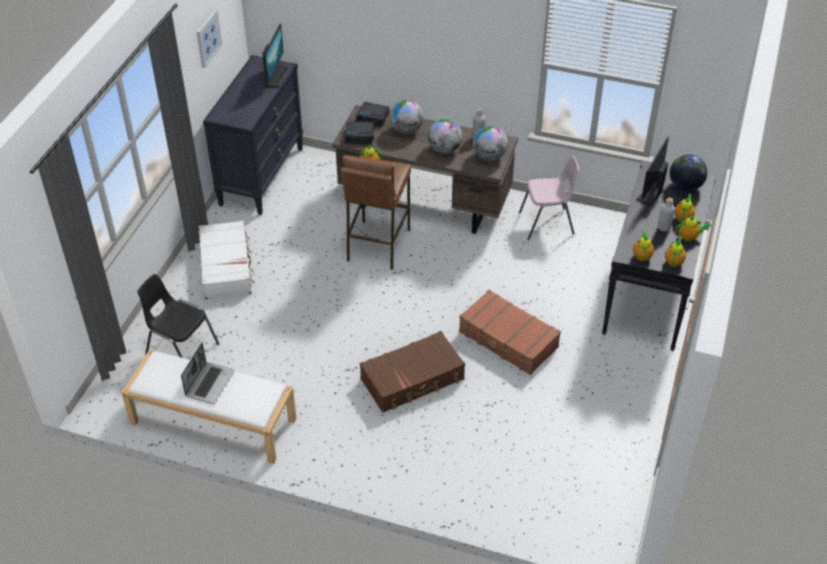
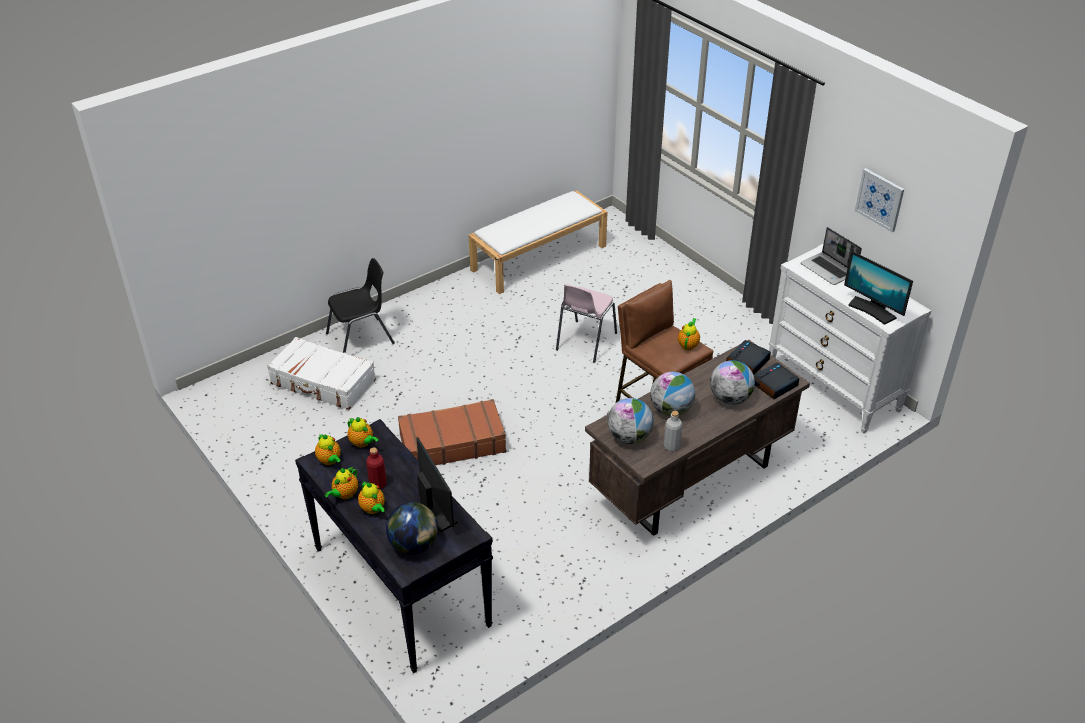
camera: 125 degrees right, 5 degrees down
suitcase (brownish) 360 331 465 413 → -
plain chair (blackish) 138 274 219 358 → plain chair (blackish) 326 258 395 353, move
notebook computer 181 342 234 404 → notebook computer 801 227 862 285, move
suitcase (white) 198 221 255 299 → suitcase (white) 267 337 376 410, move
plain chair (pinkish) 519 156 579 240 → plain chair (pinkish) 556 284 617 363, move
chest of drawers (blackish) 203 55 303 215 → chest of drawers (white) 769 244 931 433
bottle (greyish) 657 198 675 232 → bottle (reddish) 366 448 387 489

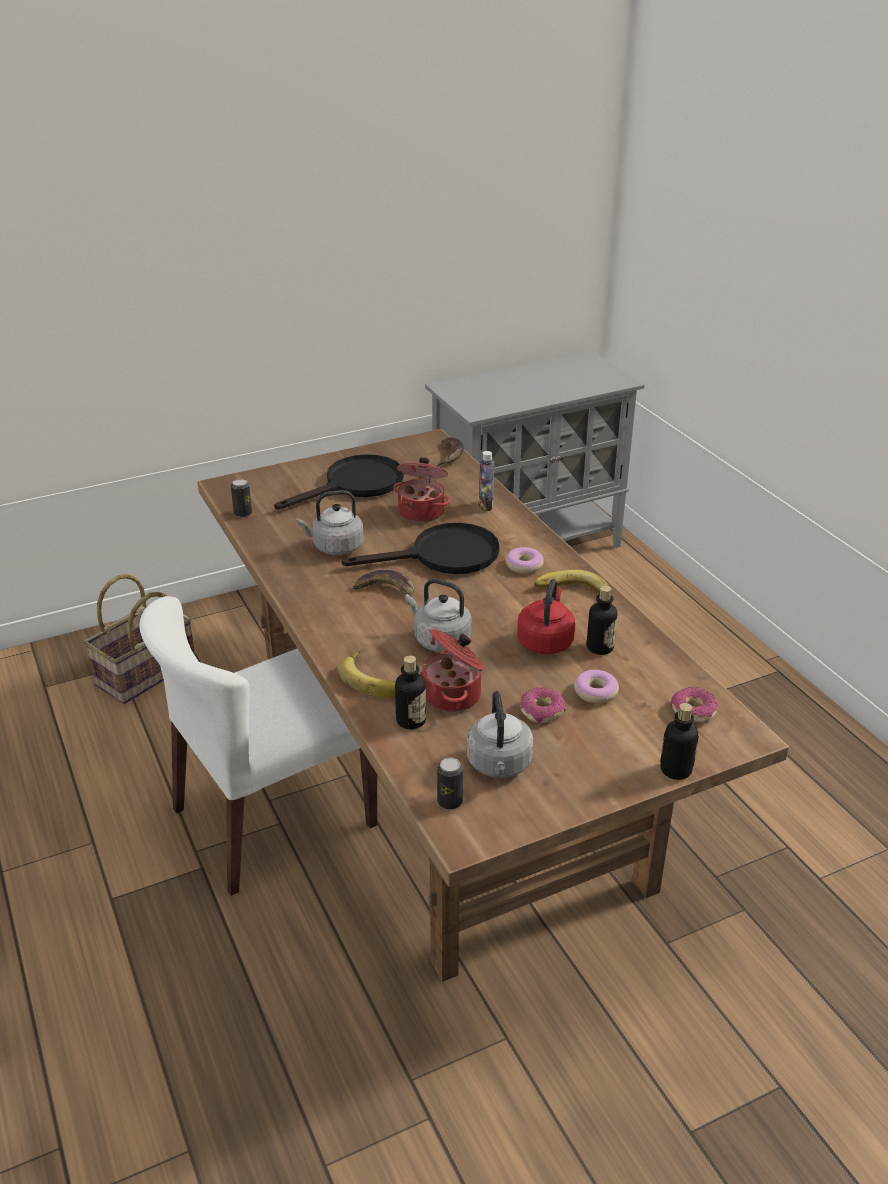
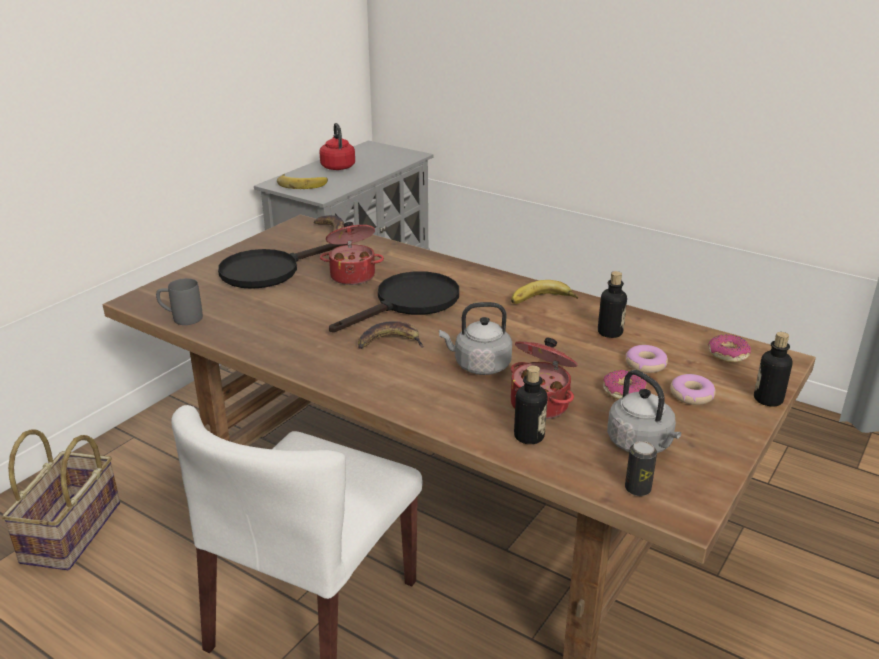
camera: 30 degrees left, 5 degrees down
kettle (greyish) 296 490 363 555 → -
bottle 479 451 494 511 → -
banana 338 649 395 697 → banana 277 174 328 189, move
ring doughnut 506 547 544 574 → ring doughnut 670 374 716 405, move
kettle (reddish) 517 579 575 654 → kettle (reddish) 320 123 355 170, move
metal can 231 479 252 517 → tea mug (greyish) 156 278 203 325
skillet (blackish) 274 454 404 510 → skillet (blackish) 218 244 347 289, 150 degrees counterclockwise

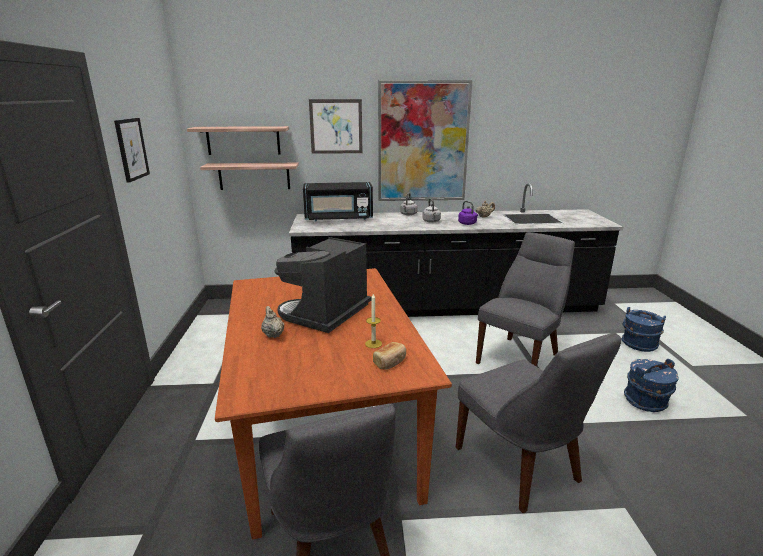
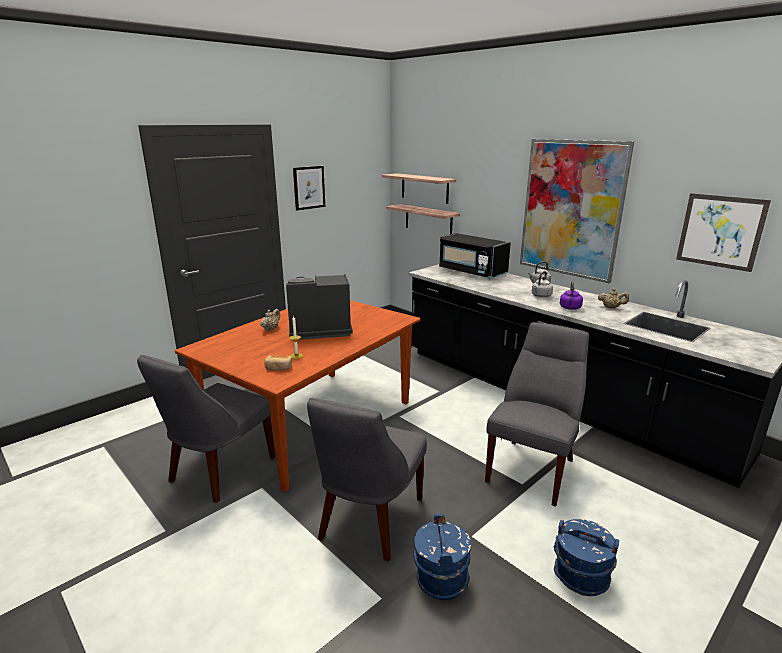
camera: 50 degrees right, 0 degrees up
picture 309 99 362 154 → picture 676 193 771 272, move
bucket (bluish) 621 307 666 352 → bucket (bluish) 413 514 471 600, move
plain chair (greyish) 476 233 575 367 → plain chair (greyish) 485 322 589 506, 60 degrees counterclockwise

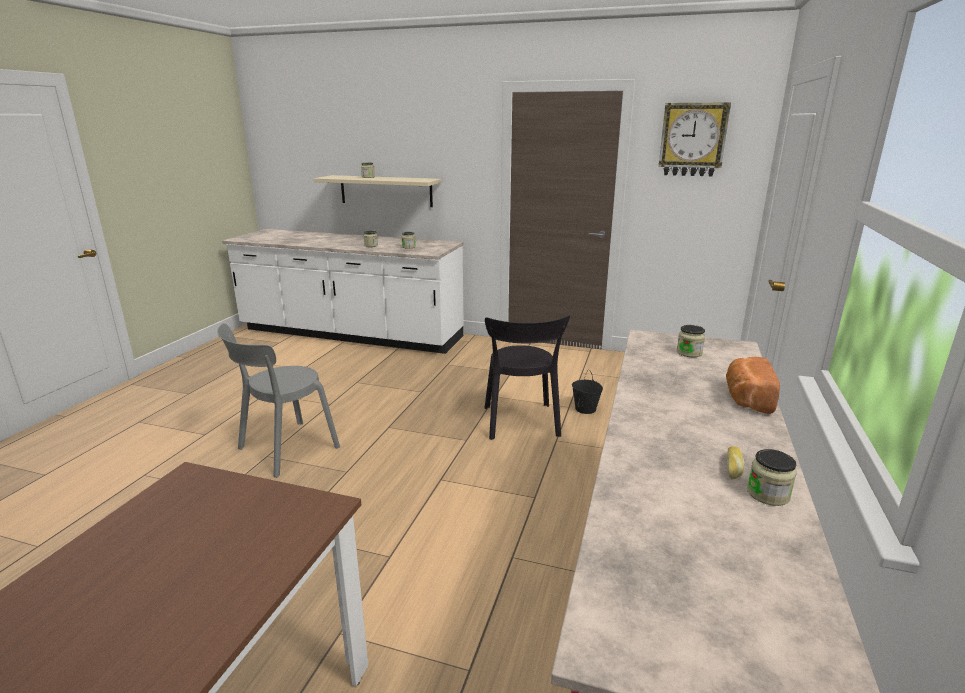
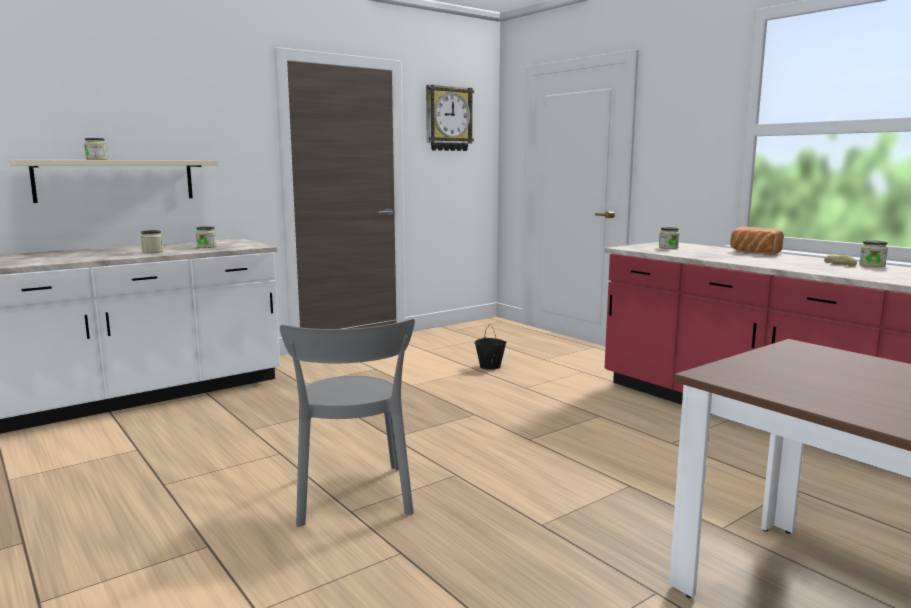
camera: 55 degrees left, 10 degrees down
plain chair (blackish) 485 315 570 440 → -

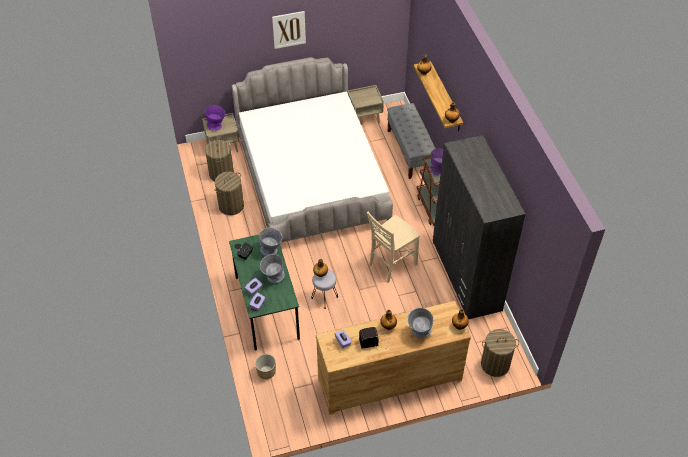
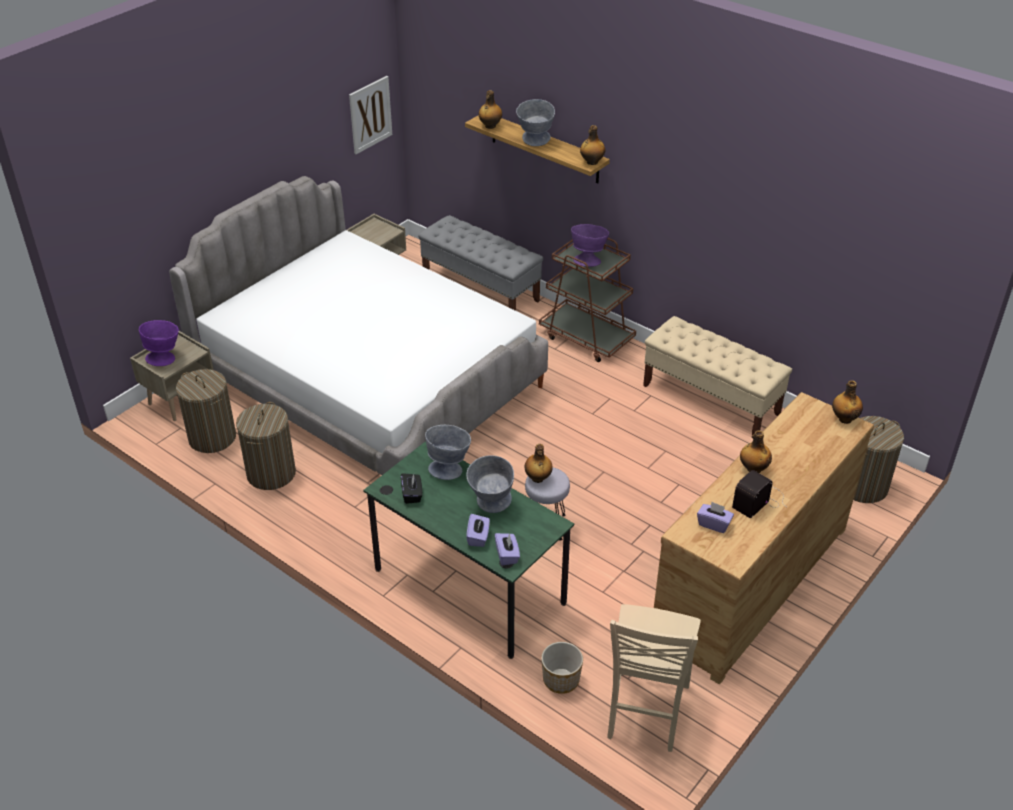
camera: 35 degrees left, 10 degrees down
picture 272 11 306 49 → picture 349 76 392 154, move
plain chair (sand-coloured) 367 212 420 283 → plain chair (sand-coloured) 607 604 701 752, move
deep dish (greyish) 408 308 433 338 → deep dish (greyish) 516 99 555 146, move
wardrobe (greyish) 433 135 525 319 → bench (sand-coloured) 643 316 792 436

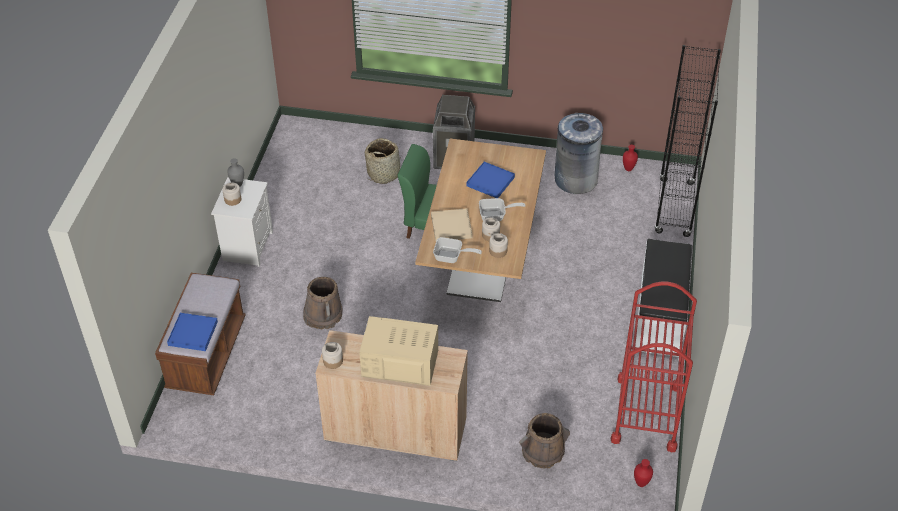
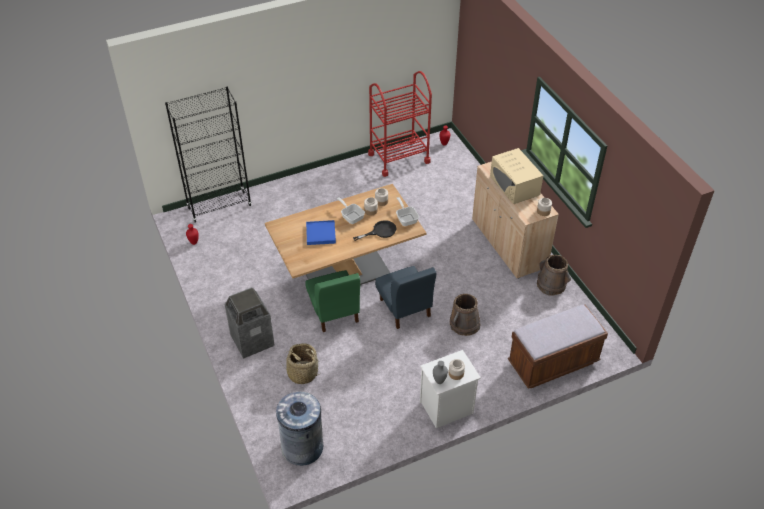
camera: 125 degrees left, 0 degrees up
serving tray (bluish) 167 313 218 351 → -
bench (white) 635 239 692 357 → -
- → plain chair (bluish) 375 266 437 329
bucket (brownish) 519 413 570 468 → bucket (brownish) 537 255 571 296, move
waste bin (greyish) 554 113 603 194 → waste bin (greyish) 276 392 323 466, move
serving tray (sand-coloured) 431 208 473 241 → skillet (blackish) 353 220 396 241

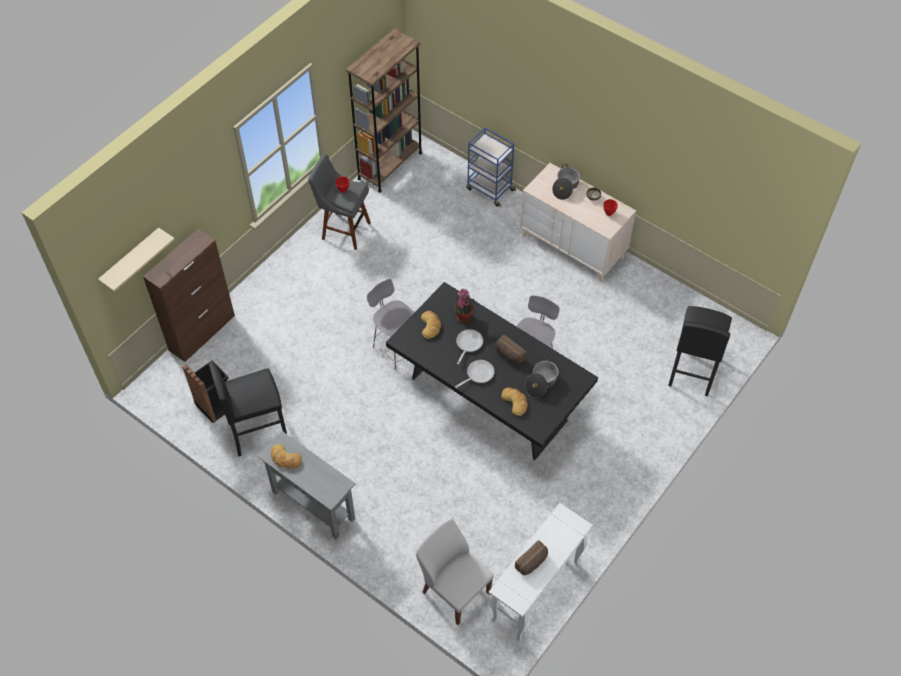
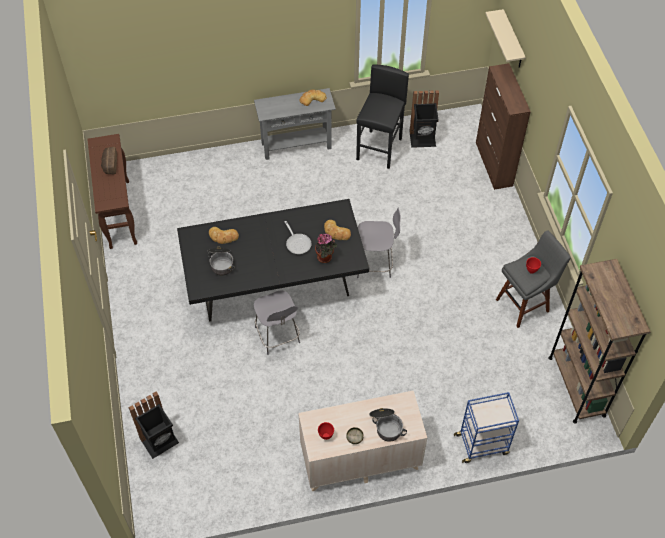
camera: 130 degrees right, 0 degrees up
plain chair (white) 416 519 494 625 → -
skillet 455 360 495 388 → -
bread 495 335 526 364 → -
stool (blackish) 668 306 732 396 → waste bin (blackish) 128 392 179 459
narrow table (white) 489 503 593 642 → narrow table (brownish) 87 134 137 249

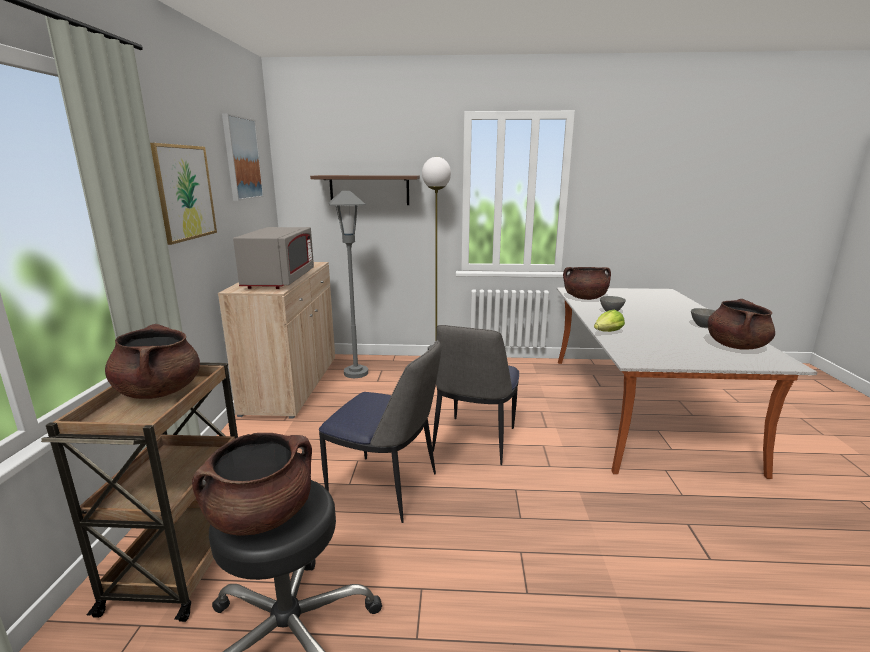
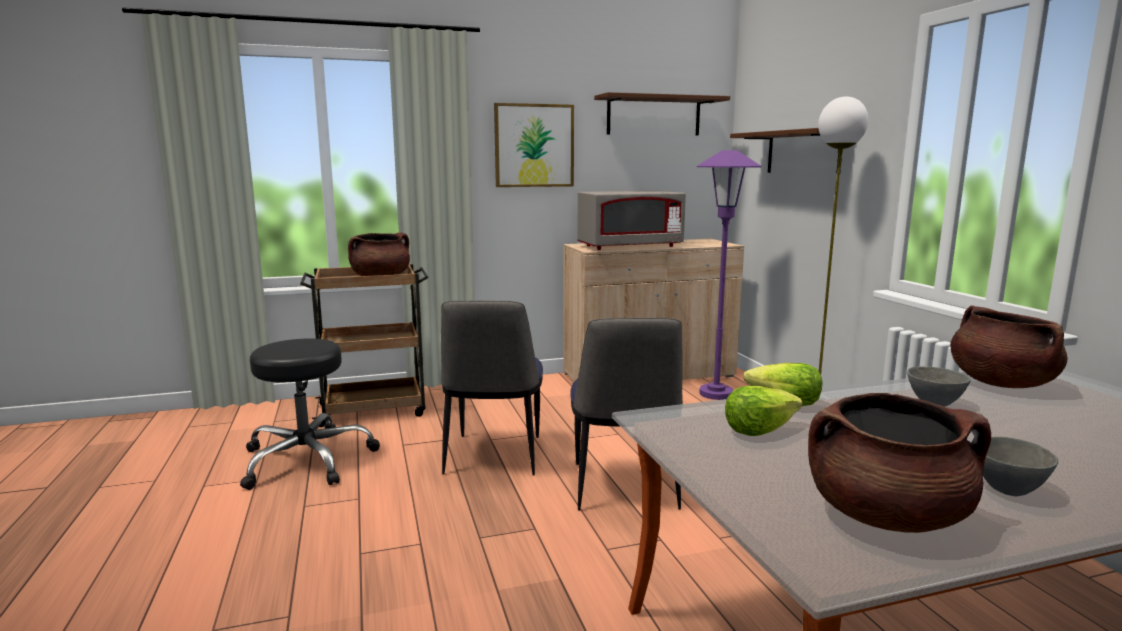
camera: 70 degrees right, 5 degrees down
saucepot (brownish) 192 433 312 536 → -
- → lettuce 725 386 803 436
picture 222 114 264 201 → shelf (brownish) 594 92 730 136
standing lamp (greyish) 329 191 368 378 → standing lamp (purplish) 697 150 761 400
plain chair 432 325 519 465 → plain chair 570 318 683 511, 90 degrees counterclockwise

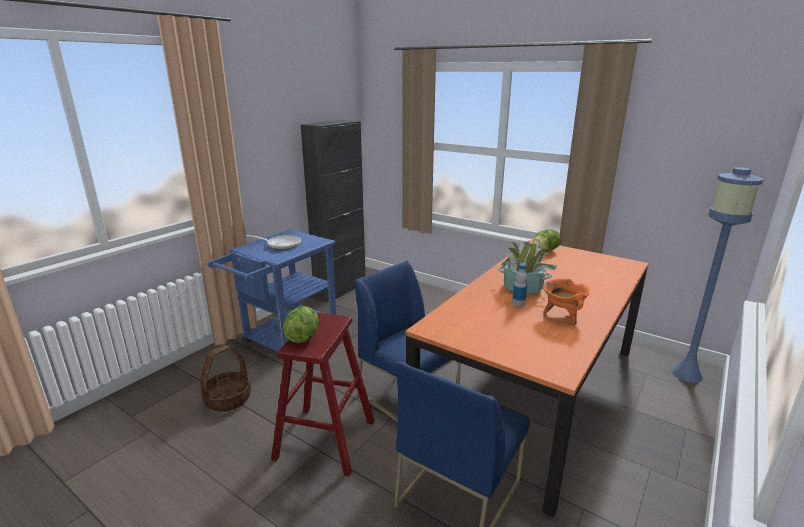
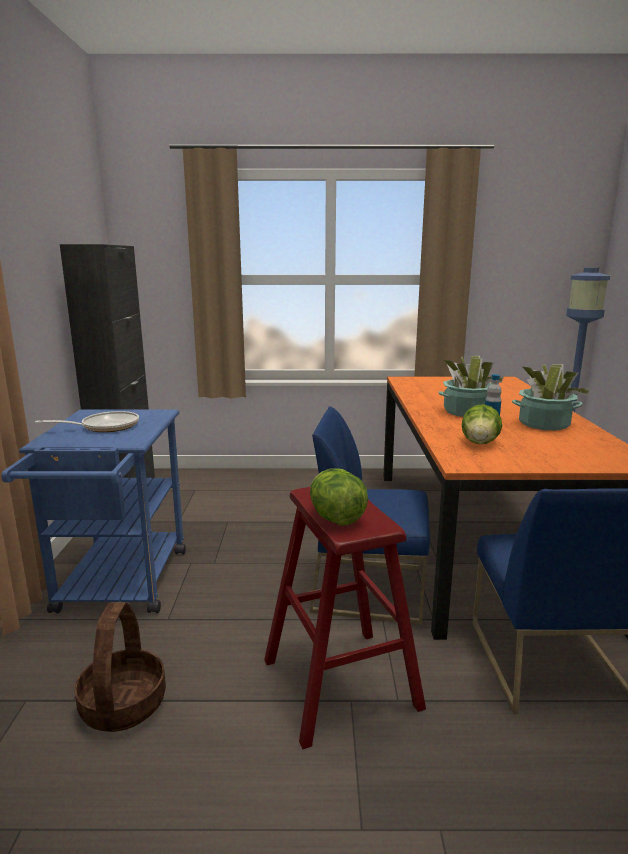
camera: 35 degrees left, 5 degrees down
lettuce 533 229 561 252 → lettuce 462 404 502 444, move
saucepot (orange) 542 279 589 325 → houseplant 512 364 591 431

